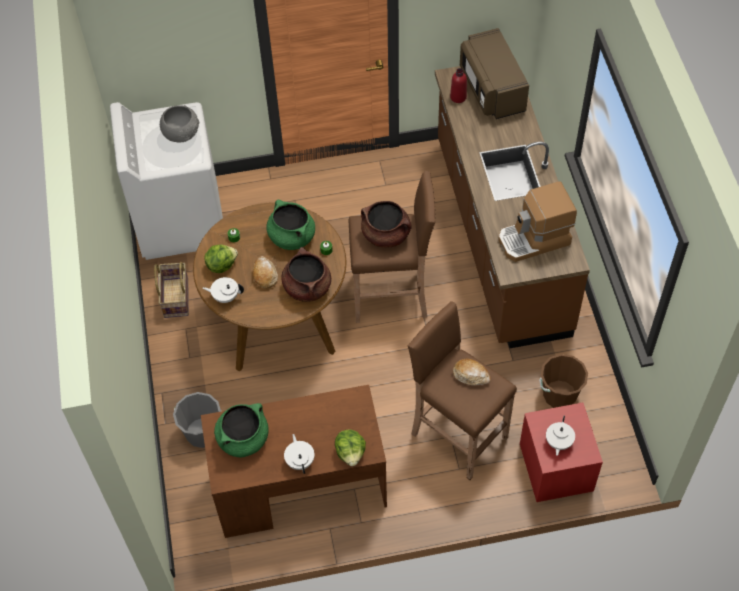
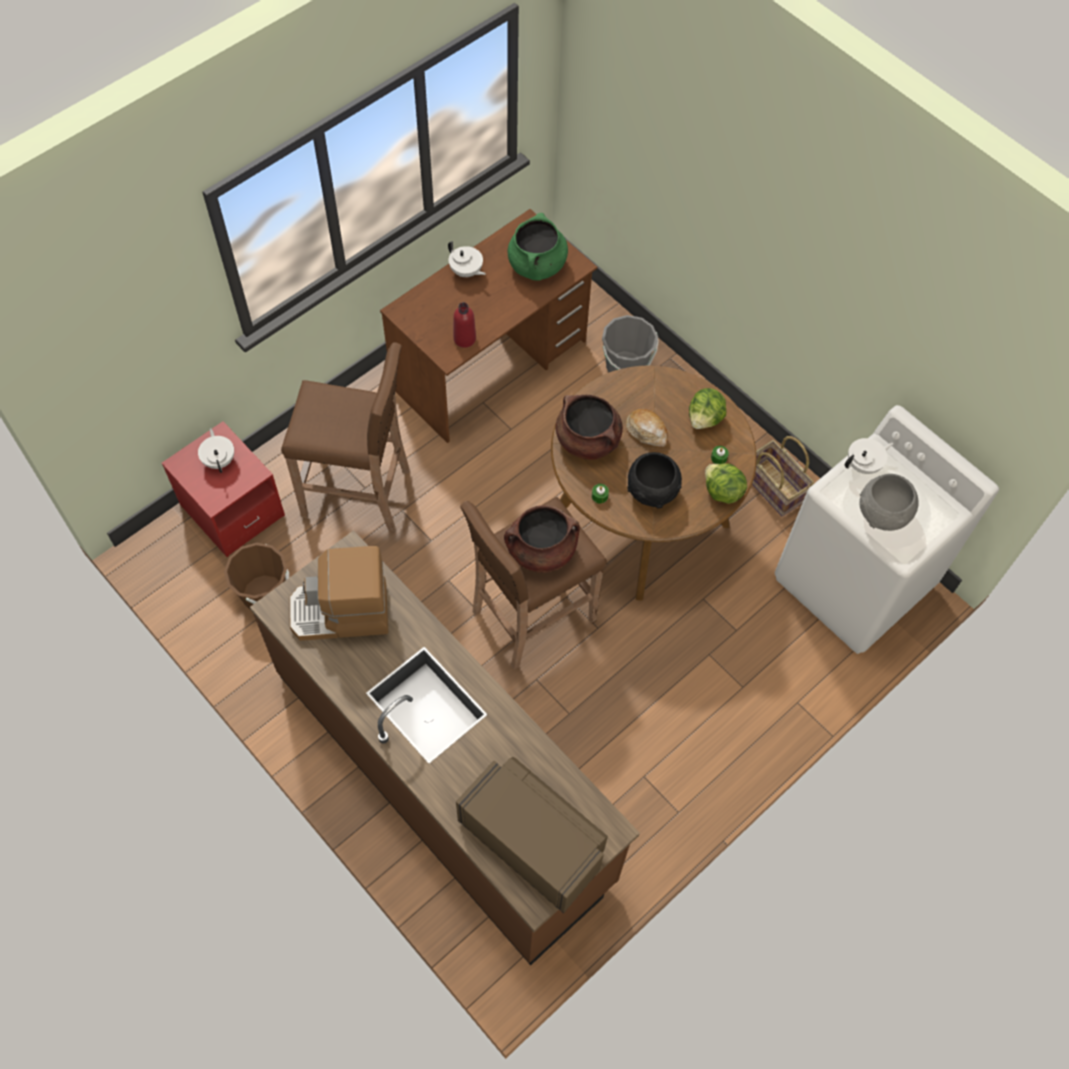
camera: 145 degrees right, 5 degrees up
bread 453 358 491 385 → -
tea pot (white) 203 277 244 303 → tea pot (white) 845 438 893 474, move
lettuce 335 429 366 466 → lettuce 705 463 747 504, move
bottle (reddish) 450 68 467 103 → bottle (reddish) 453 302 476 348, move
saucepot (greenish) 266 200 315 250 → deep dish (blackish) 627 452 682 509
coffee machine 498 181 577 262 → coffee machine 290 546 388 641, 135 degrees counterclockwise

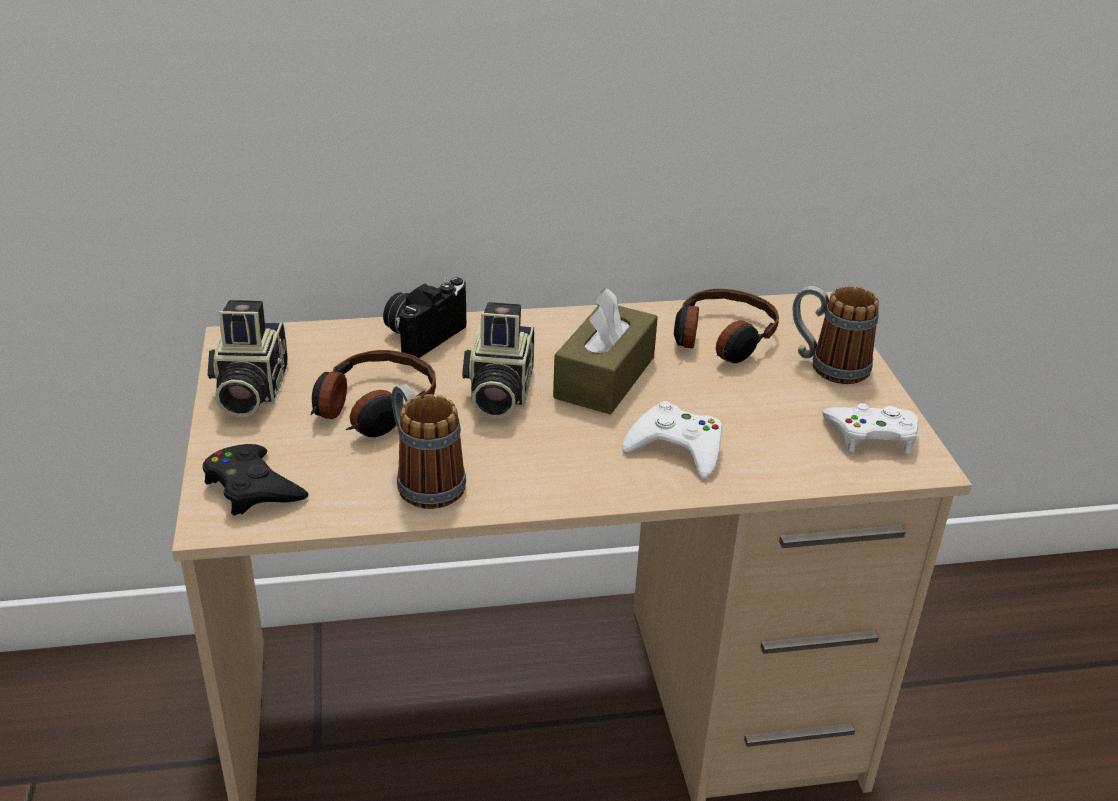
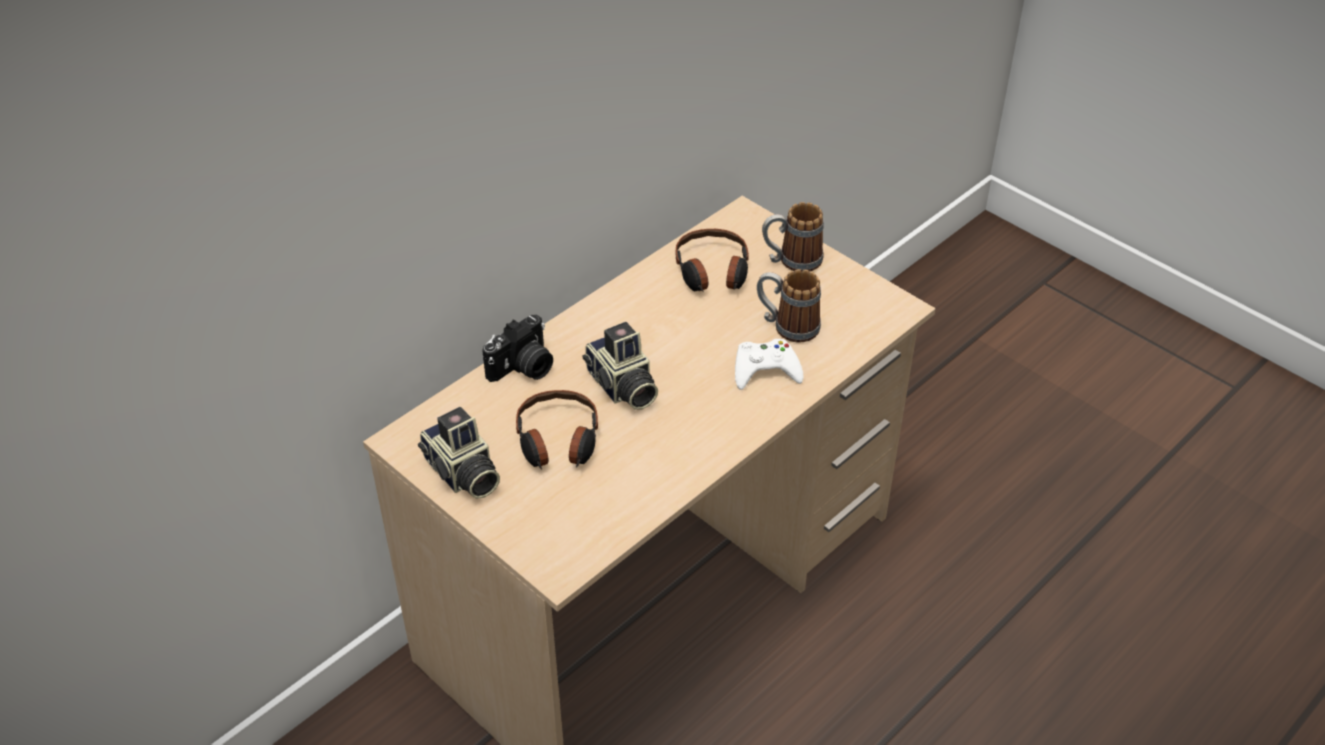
camera: 35 degrees left, 10 degrees up
game controller (blackish) 203 444 308 516 → -
tissue holder (brownish) 553 288 658 414 → -
game controller (white) 822 403 919 454 → -
tea mug 392 384 466 509 → tea mug 757 269 821 343, move
still camera 383 277 467 358 → still camera 482 315 553 382, 135 degrees counterclockwise

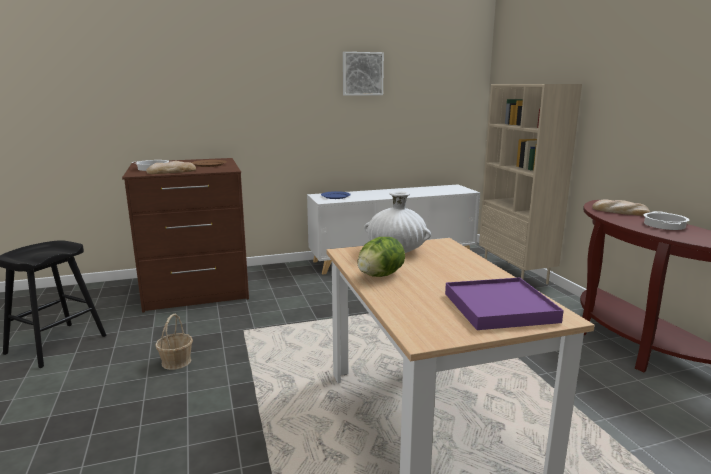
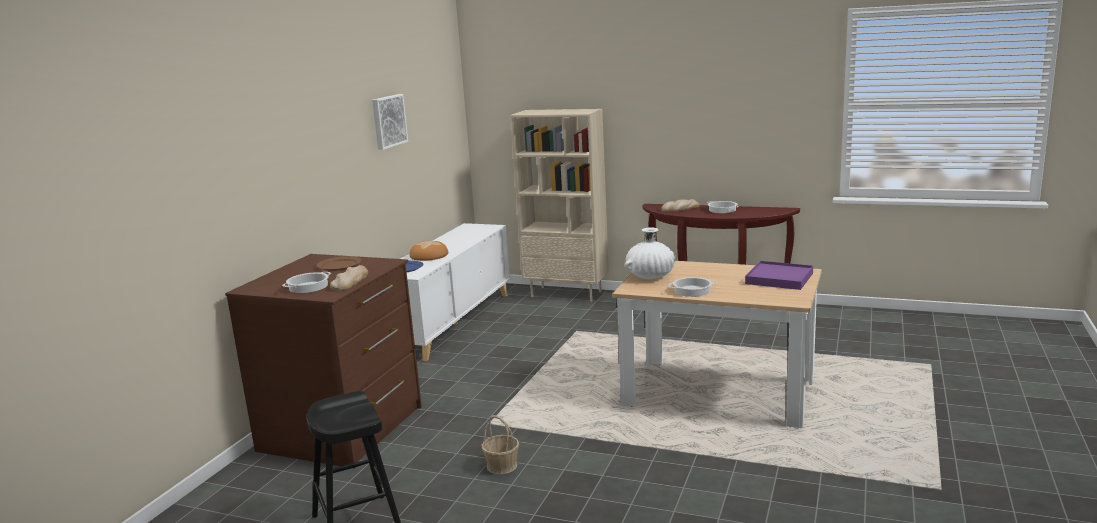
camera: 50 degrees left, 0 degrees up
- → bread 410 241 448 261
lettuce 357 237 405 277 → saucepot 668 277 717 297

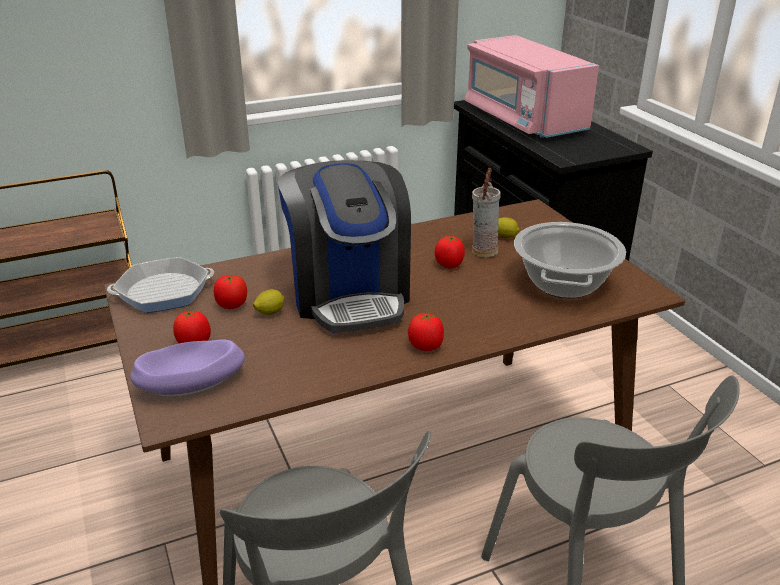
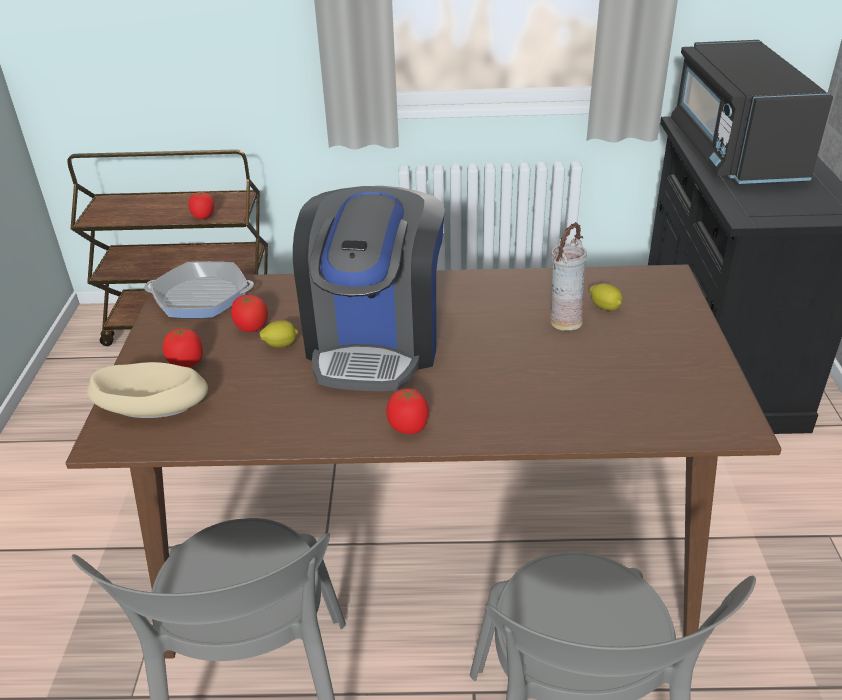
camera: 25 degrees right, 5 degrees up
saucepot 514 222 626 298 → -
fresh tomato 435 236 465 269 → fresh tomato 188 192 214 219, move
deep dish (purplish) 130 339 245 396 → deep dish (sand-coloured) 87 362 208 418
microwave (pinkish) 465 35 599 138 → microwave (blackish) 671 40 833 184

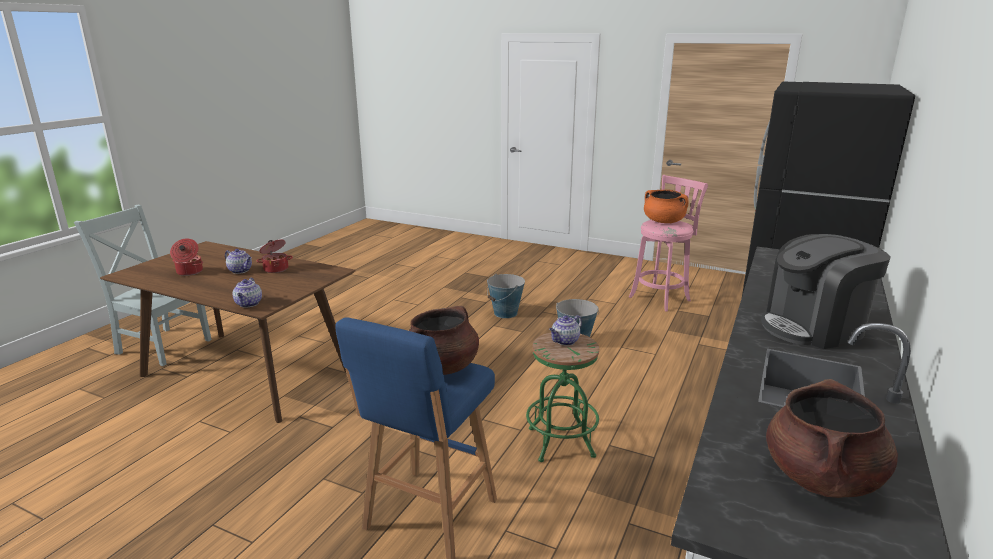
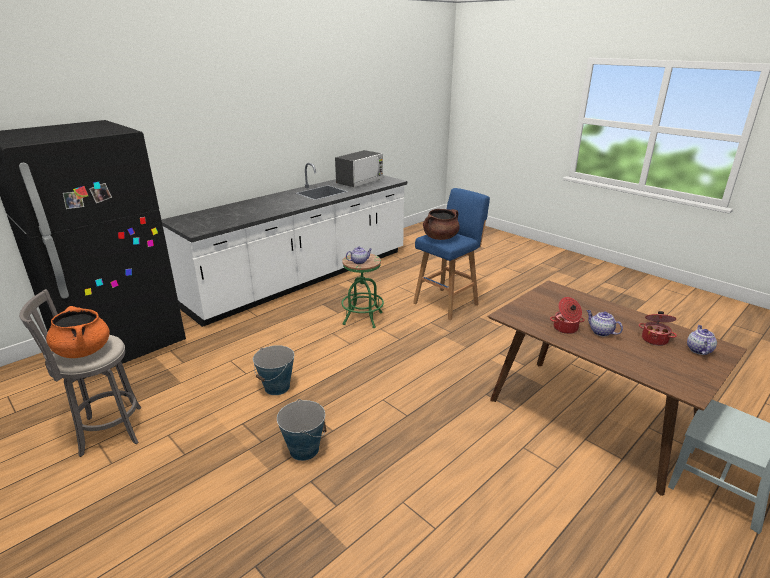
camera: 160 degrees left, 5 degrees up
coffee machine 761 234 891 349 → -
tea pot 233 278 262 307 → tea pot 687 325 717 355, move
saucepot (brownish) 766 379 898 498 → microwave 335 150 383 187
stool (pinkish) 629 175 708 312 → stool (greyish) 19 289 141 457

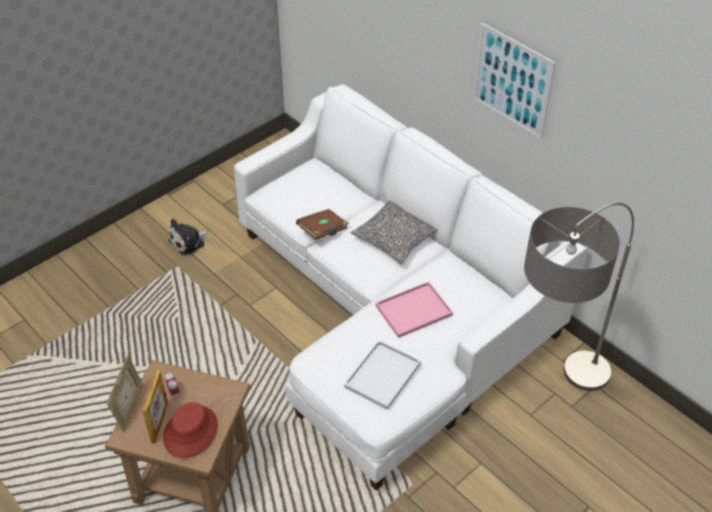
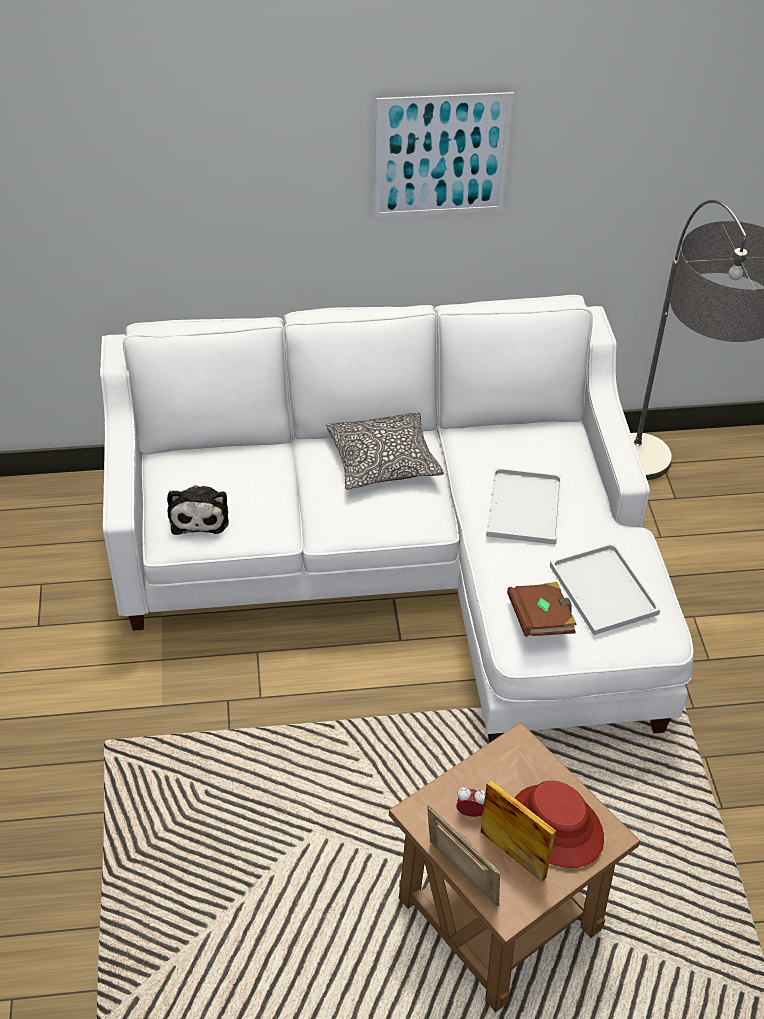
camera: 55 degrees left, 0 degrees up
plush toy 169 219 208 255 → plush toy 167 485 229 535, move
bound book (brownish) 296 209 349 240 → bound book (brownish) 507 582 577 637, move
serving tray (pinkish) 375 281 453 338 → serving tray (white) 486 468 562 545

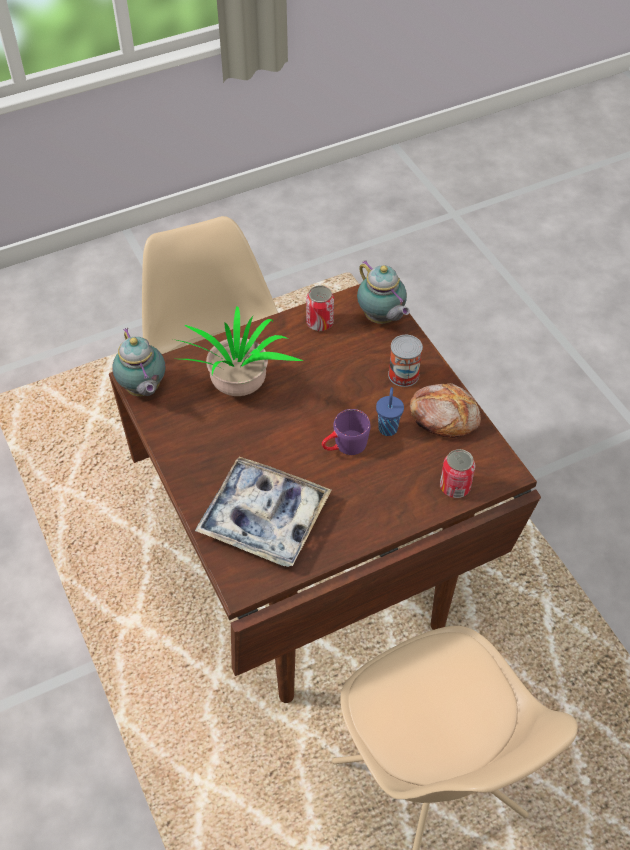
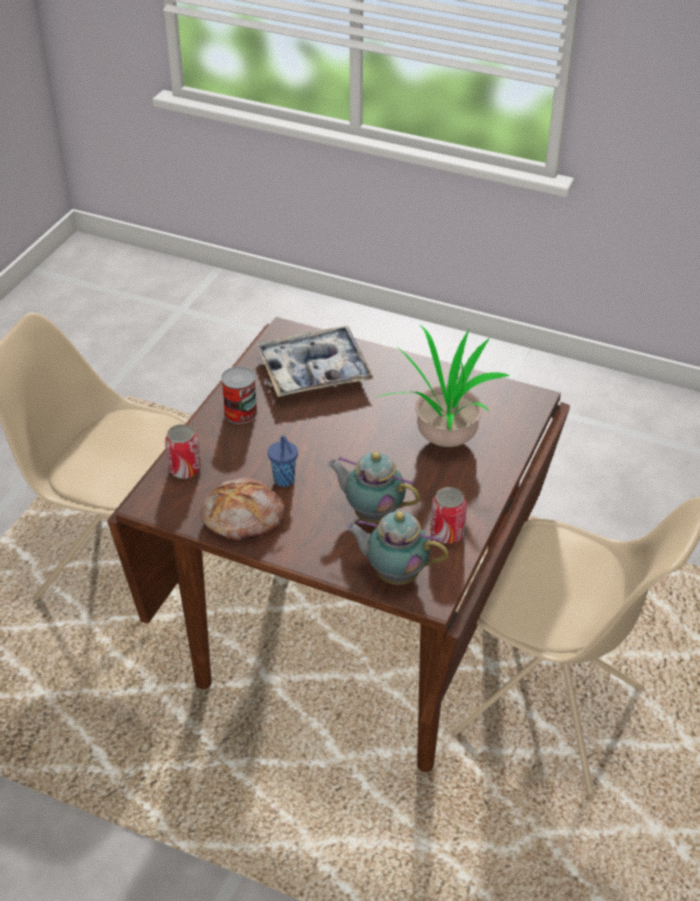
camera: 140 degrees right, 10 degrees down
tea mug (purplish) 322 409 371 455 → -
tea pot 112 328 165 396 → tea pot 328 452 420 523, move
metal can 388 335 423 387 → metal can 221 366 257 424, move

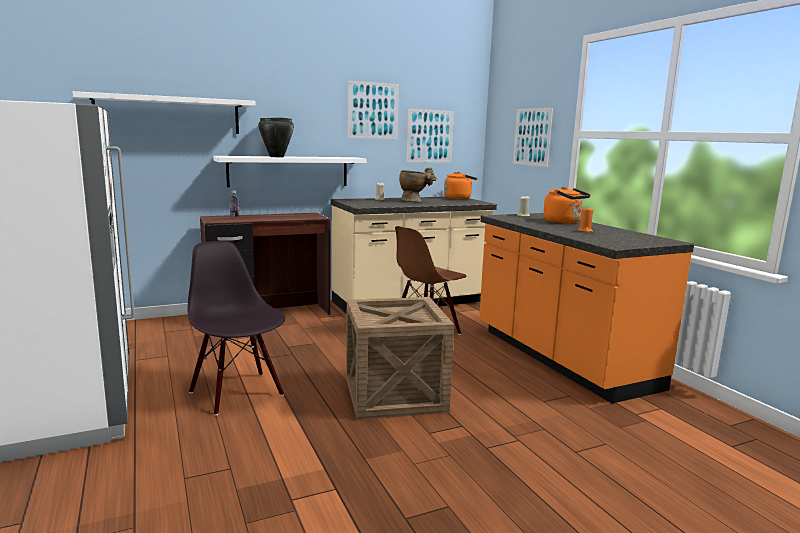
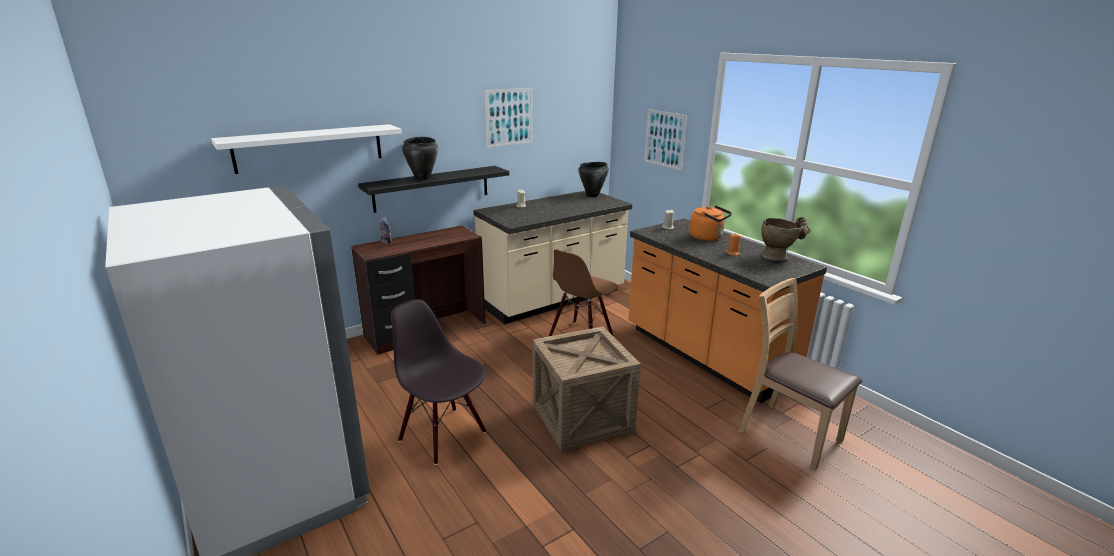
camera: 10 degrees left, 10 degrees up
picture 406 109 454 163 → -
- → plain chair (brownish) 738 278 862 470
vase (sand-coloured) 399 168 437 203 → vase (sand-coloured) 761 217 810 262, move
kettle (orange) 444 172 477 200 → saucepot (blackish) 578 162 609 197
shelf (white) 213 156 367 187 → shelf (blackish) 358 166 509 213

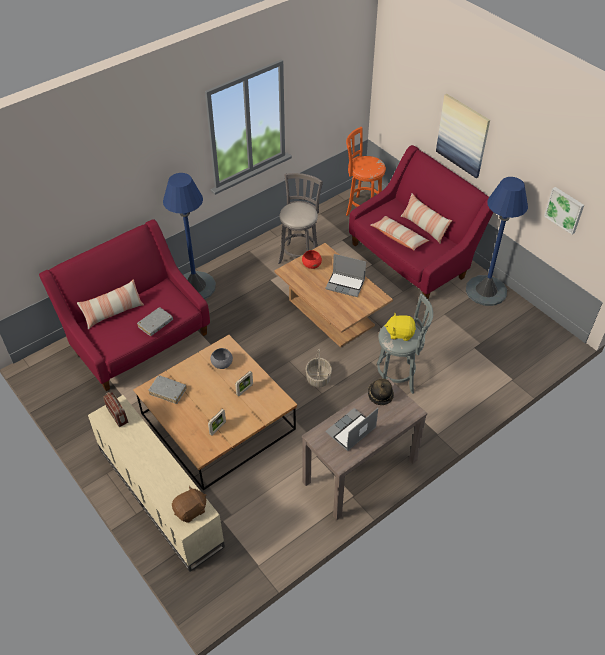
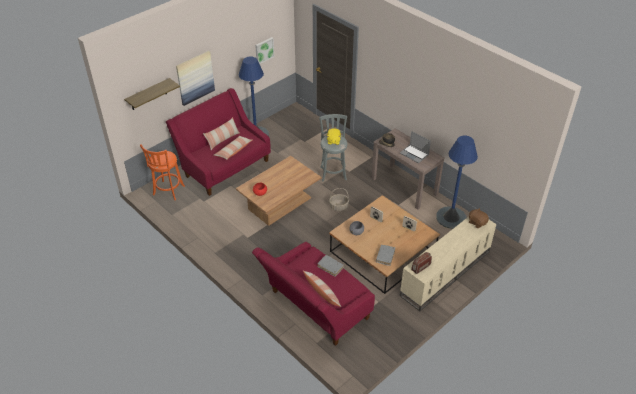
camera: 95 degrees left, 5 degrees down
stool (greyish) 278 173 323 264 → -
notebook computer 325 254 366 297 → -
- → shelf 124 78 180 110
standing lamp (bluish) 163 173 216 299 → standing lamp (bluish) 436 136 478 229, move

